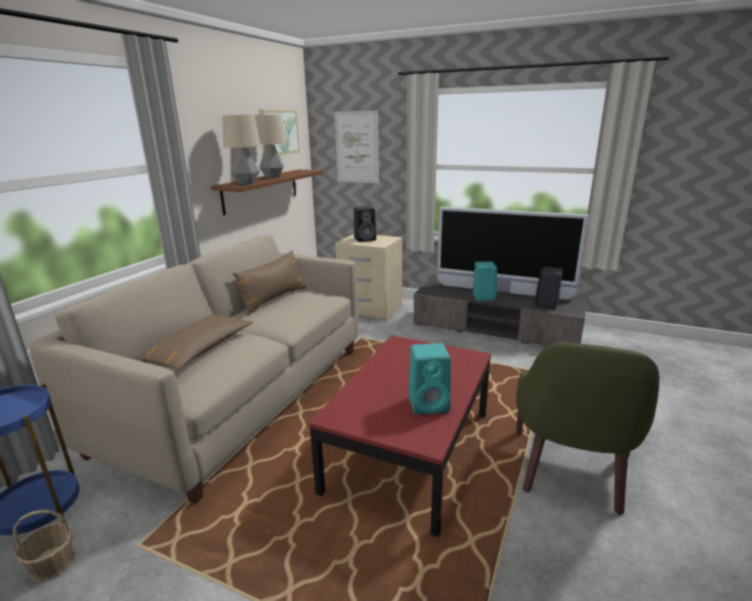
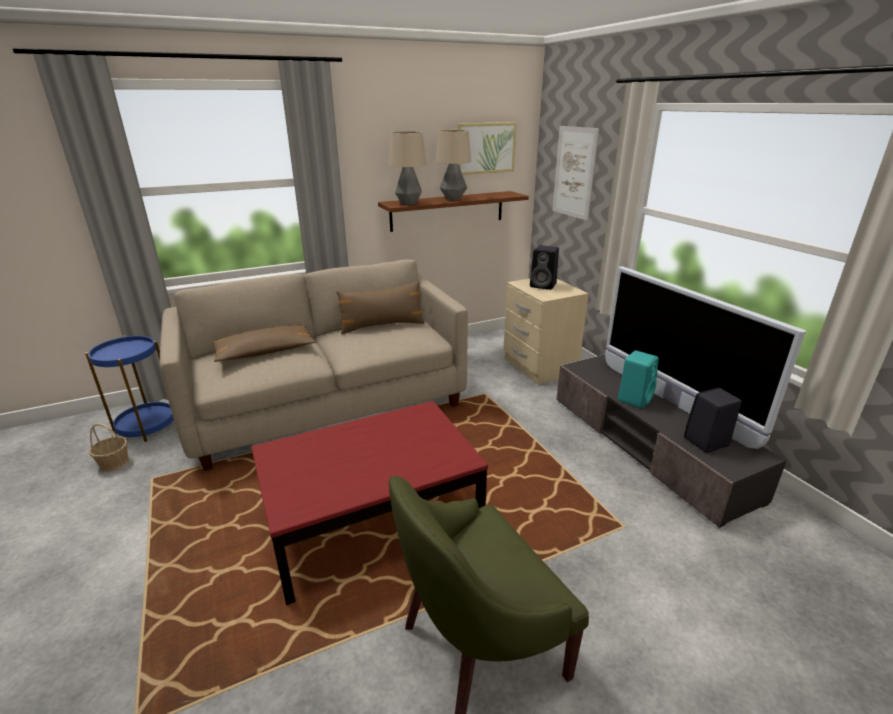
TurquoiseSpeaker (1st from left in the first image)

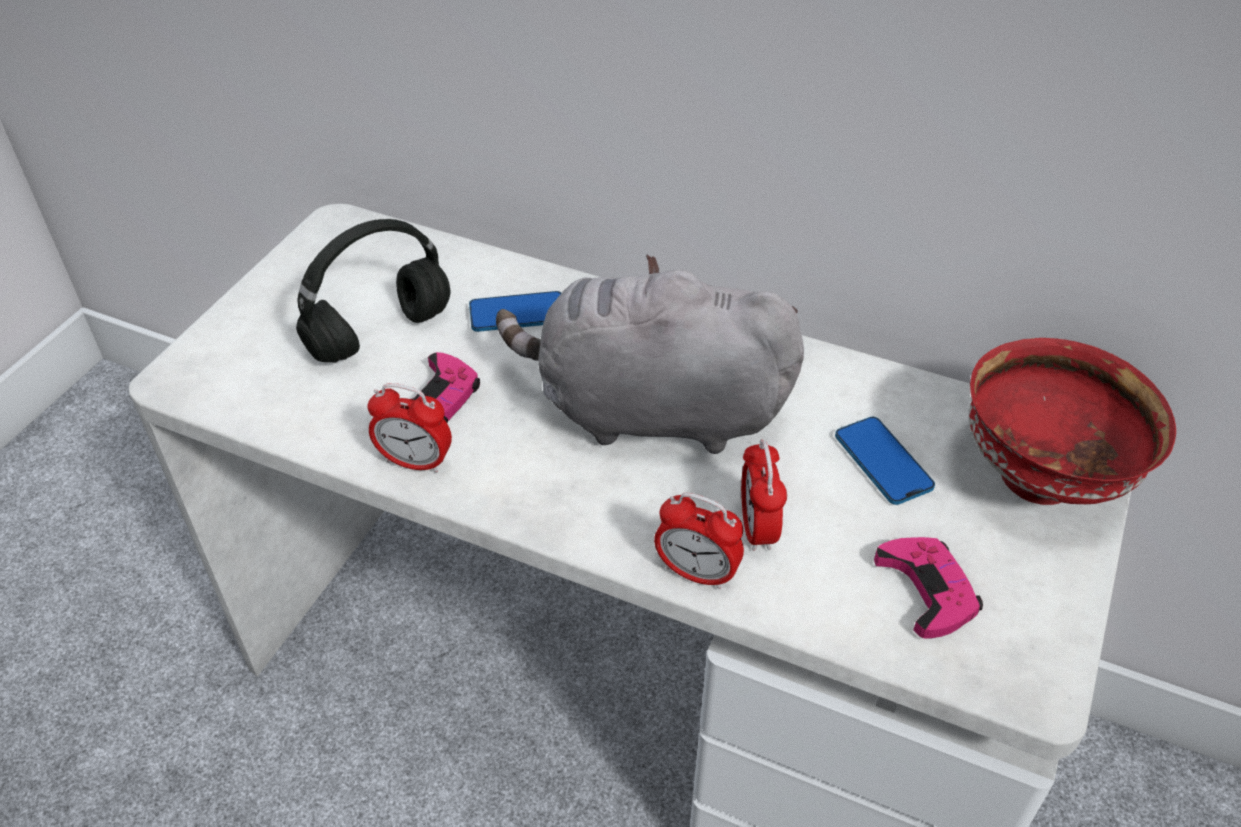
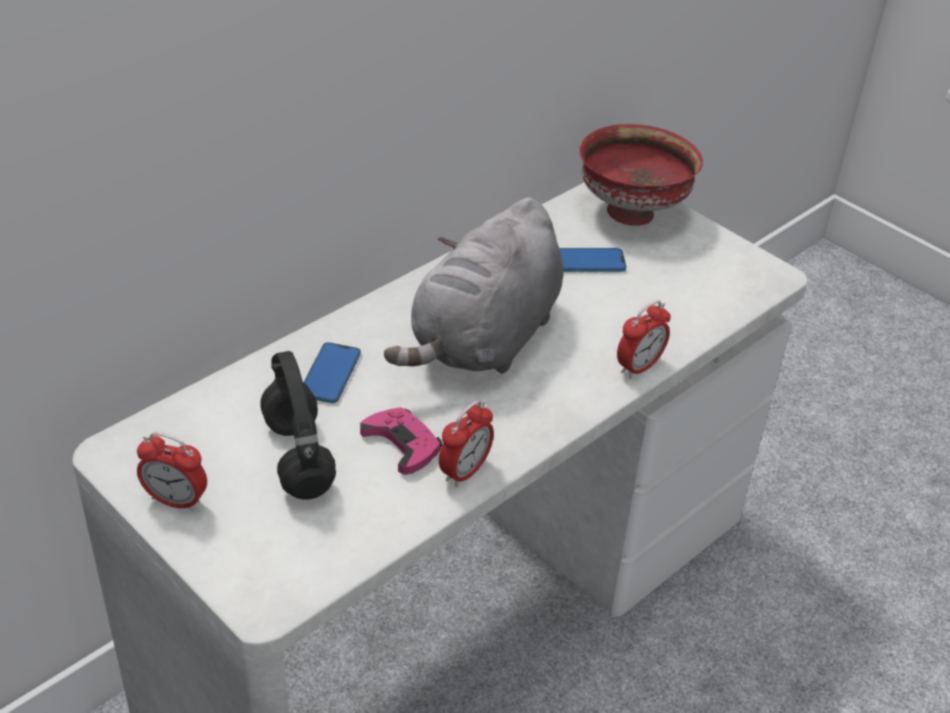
AlarmClock (1st from left)
PinkGameController (2nd from left in the first image)

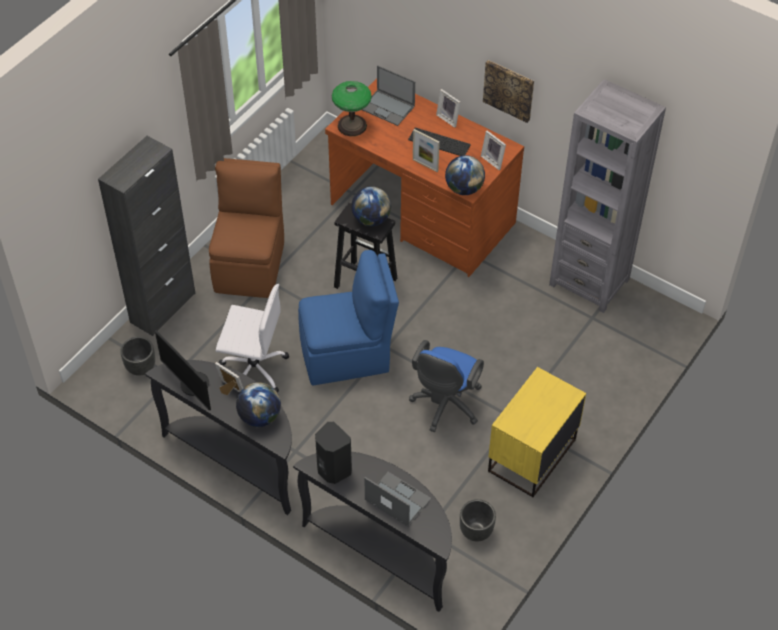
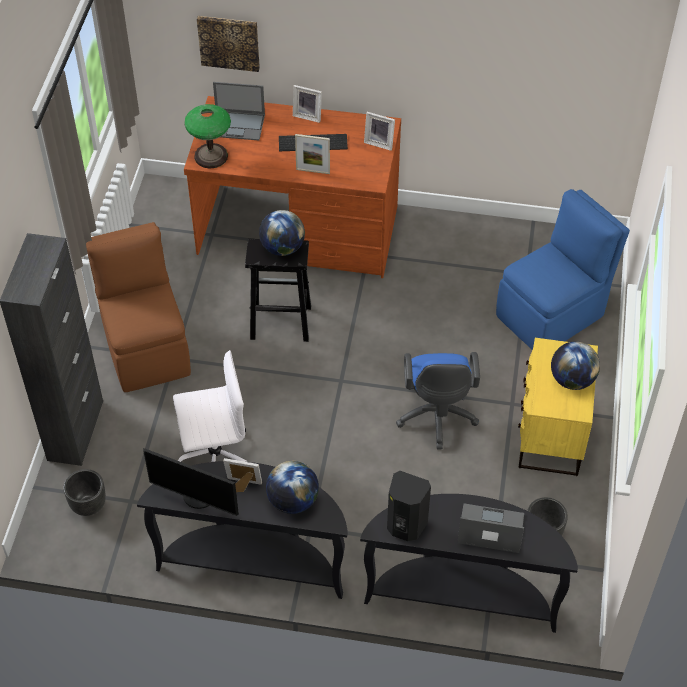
BlueChair
Globe (3rd from left)
Picture
GreyBookcase

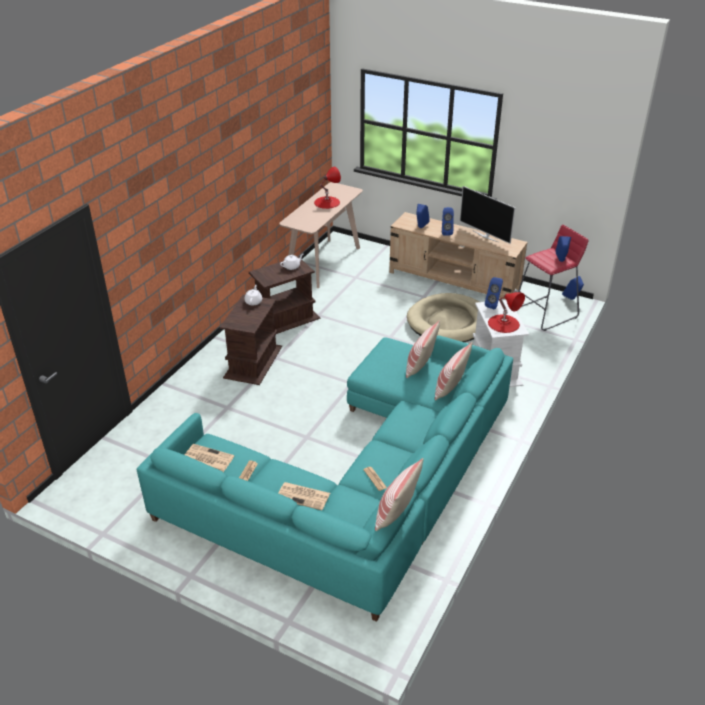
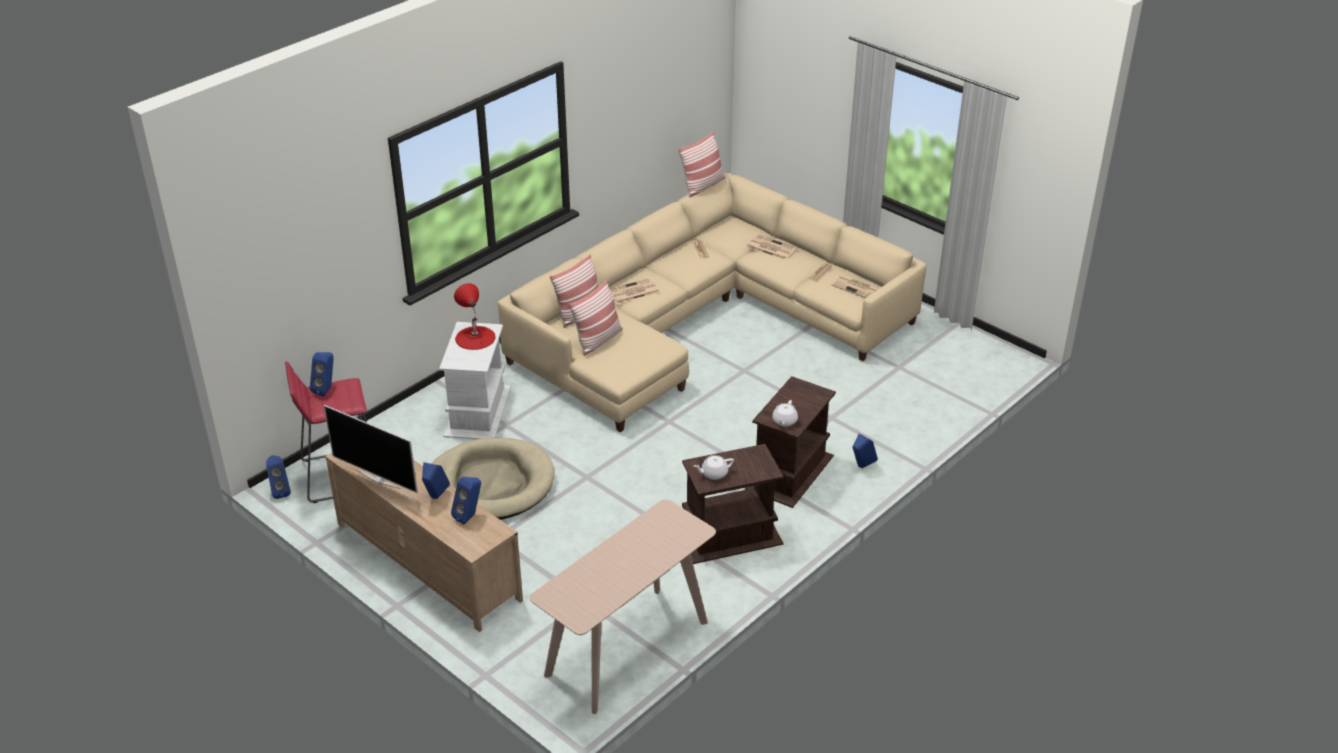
BeigeSofa
RedTableLamp (1st from left in the first image)
Television
BlueSpeaker (5th from left)
Newspaper (1st from left)

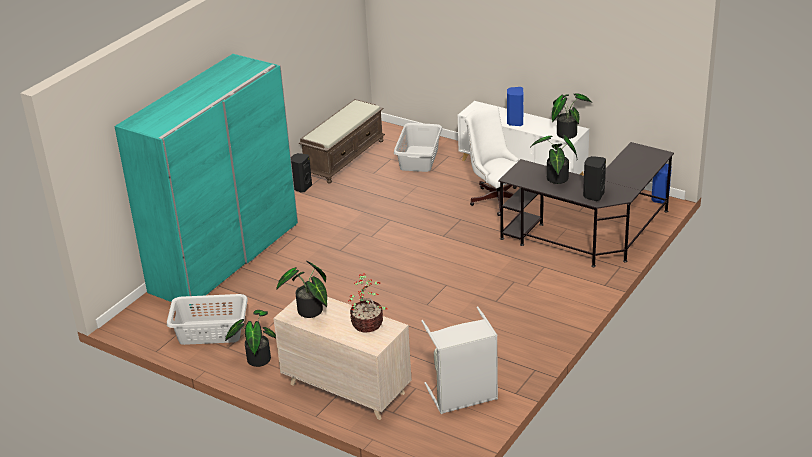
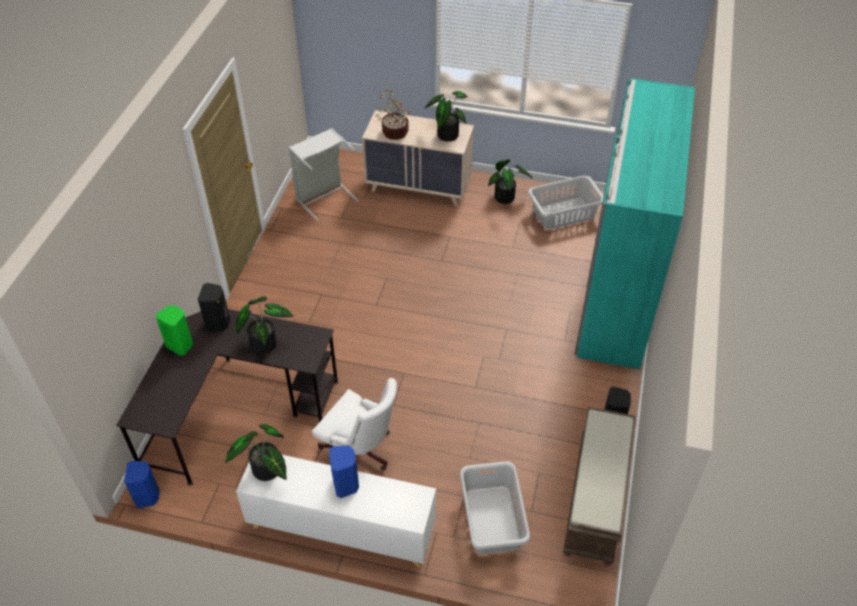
GreenSpeaker

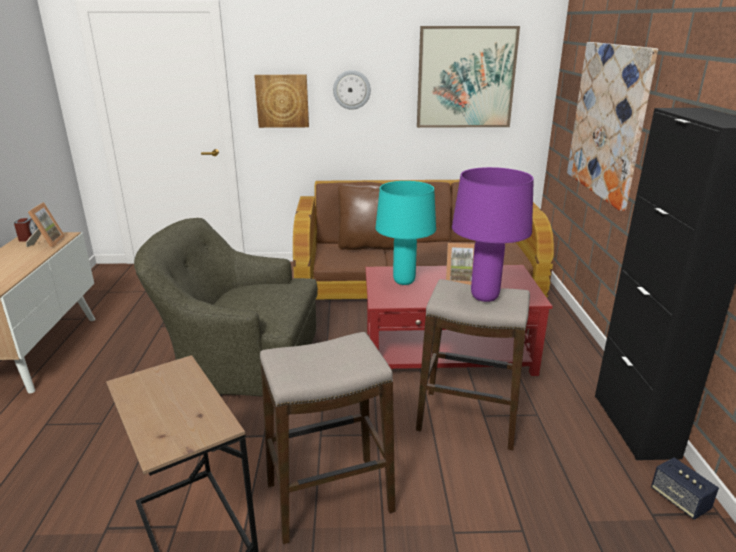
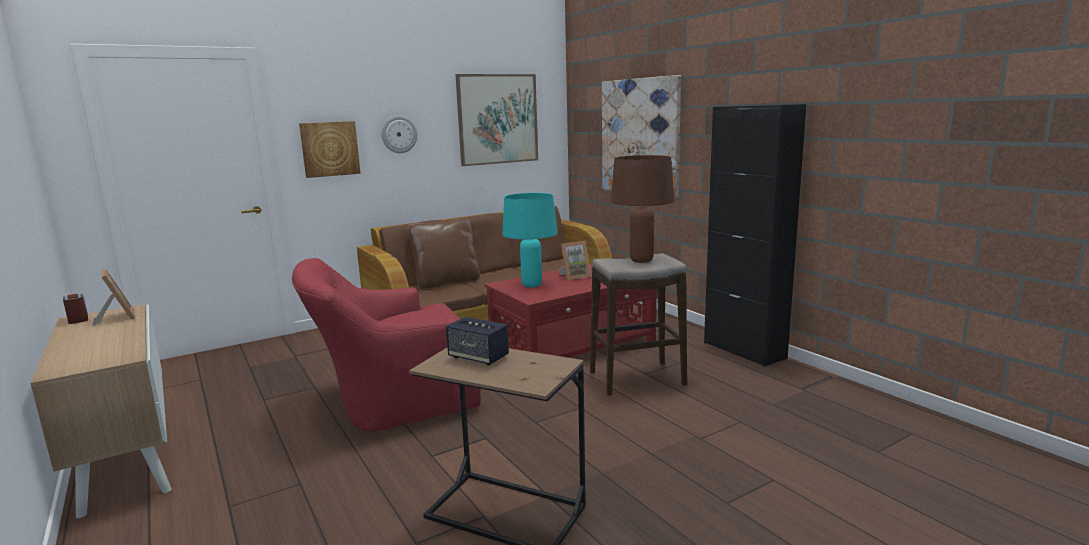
RedArmchair
Stool (1st from left in the first image)
BrownTableLamp
Speaker

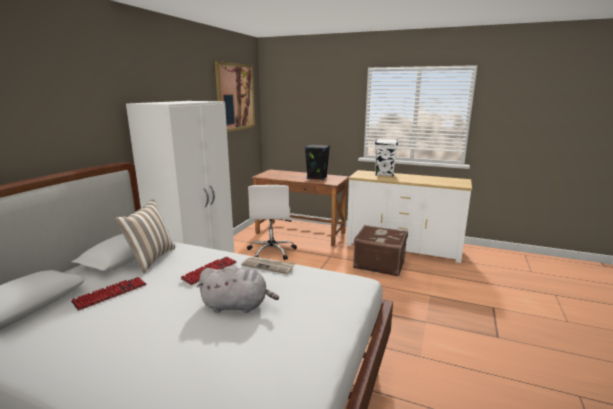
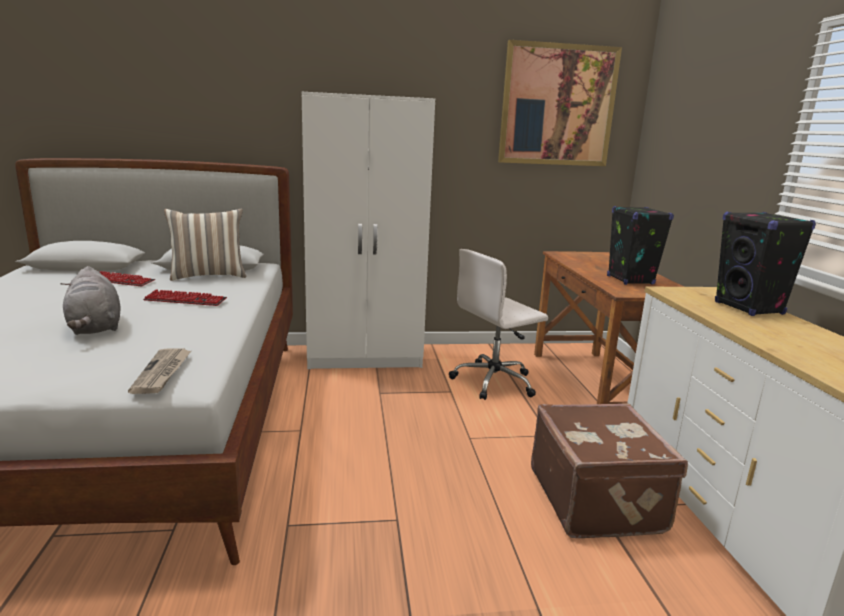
Newspaper
BlackSpeaker (2nd from left)

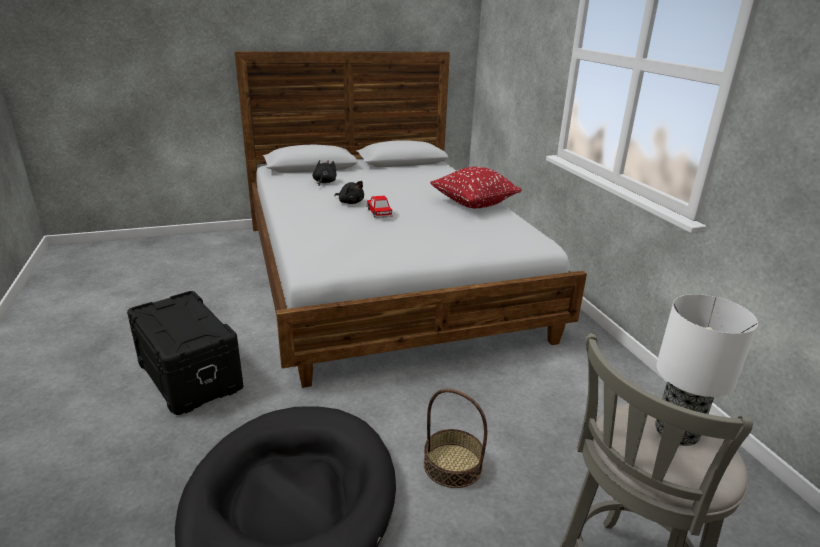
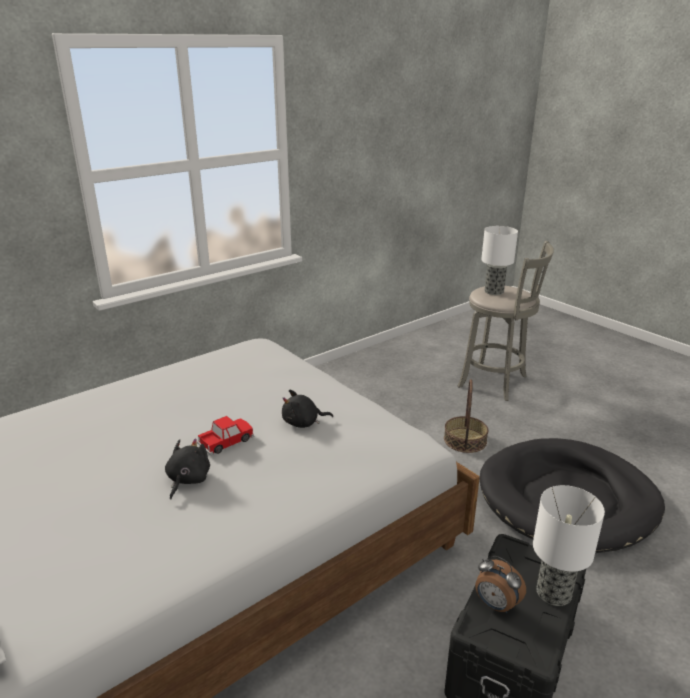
BlackPlushToy (2nd from left)
RedPillow
AlarmClock
TableLamp (2nd from left)

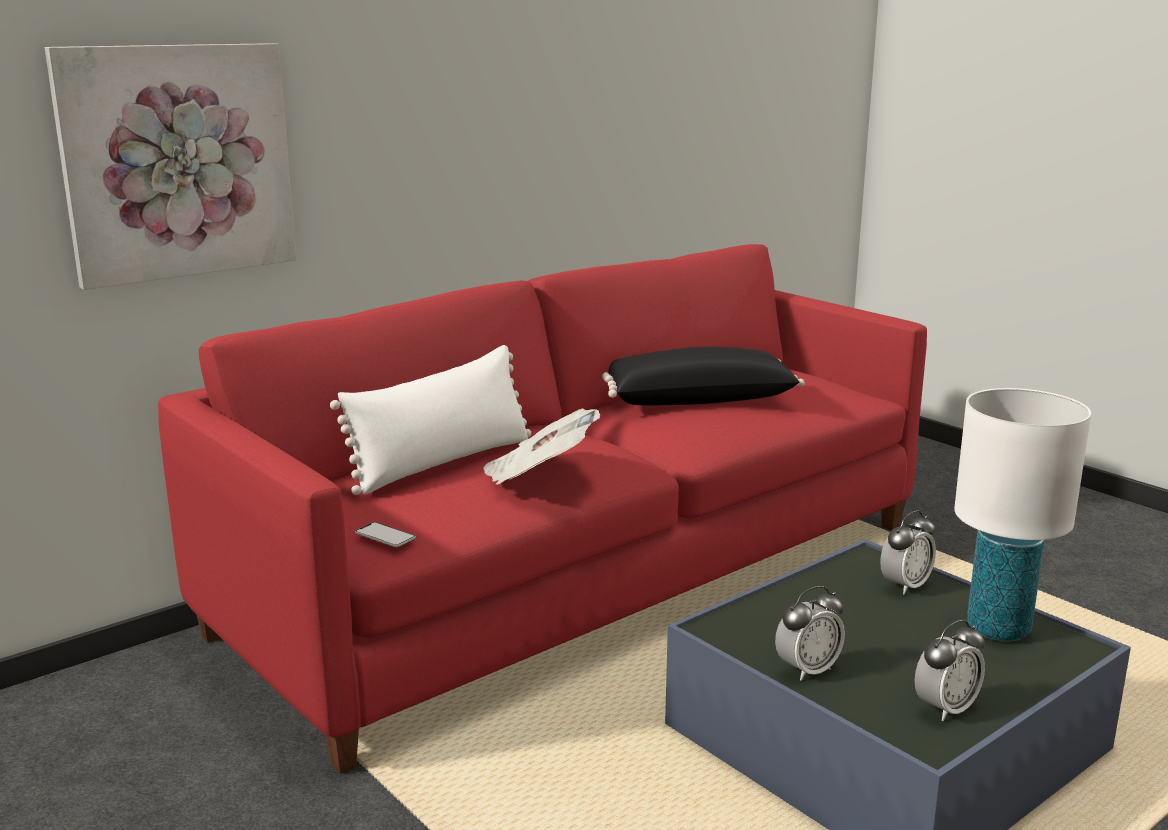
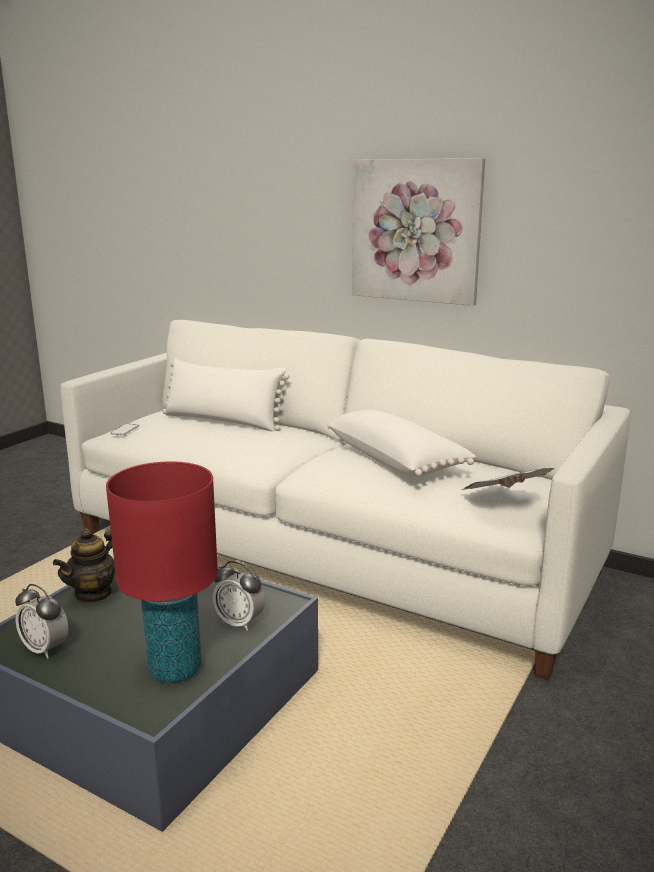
Picture
WhiteSofa
Newspaper
WhitePillow (2nd from left)
Teapot
RedTableLamp

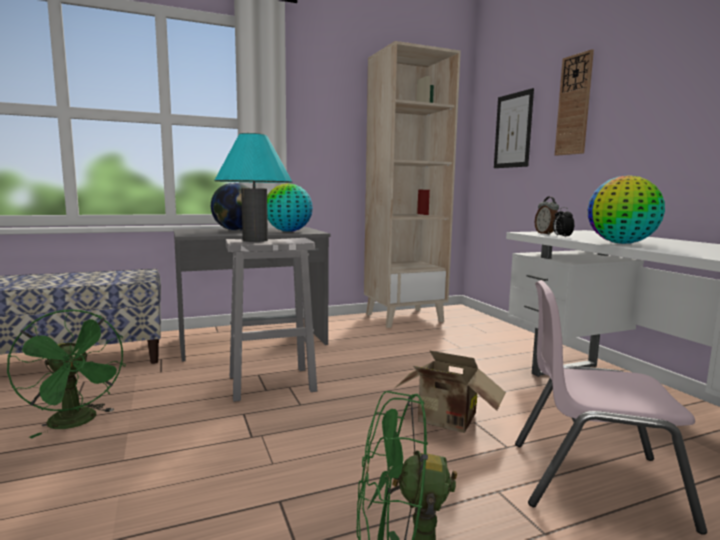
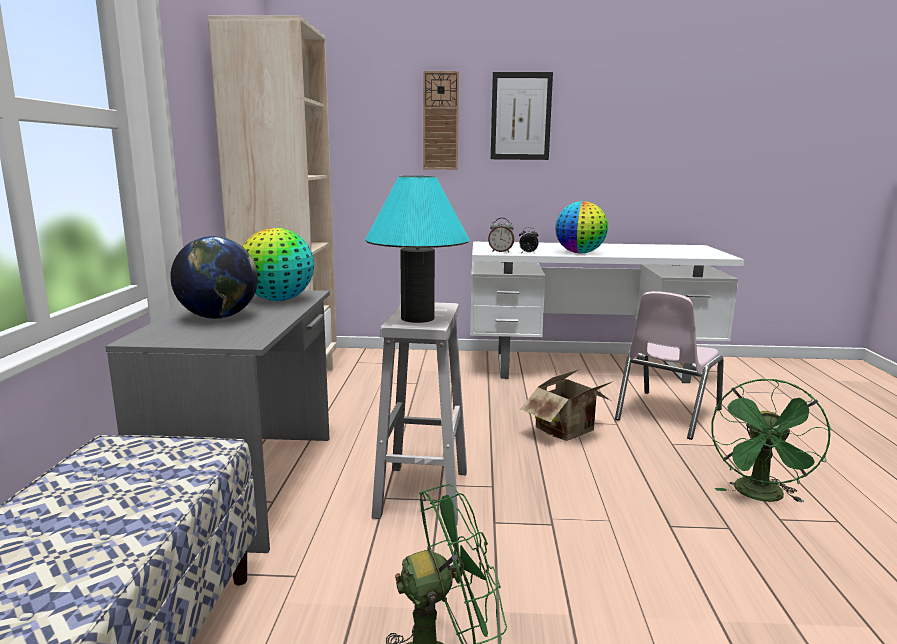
Picture

